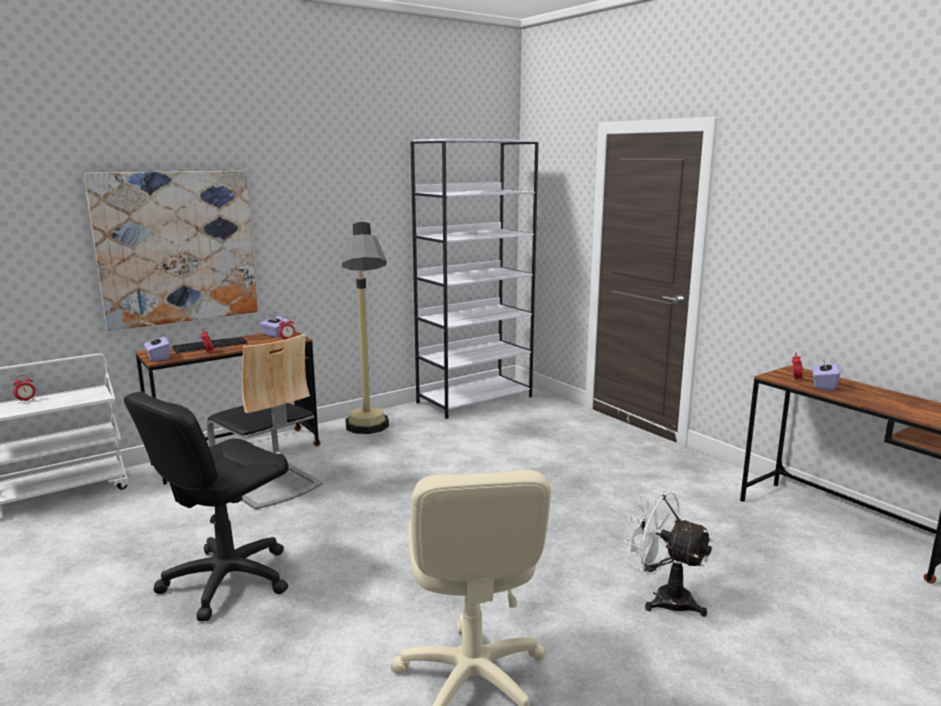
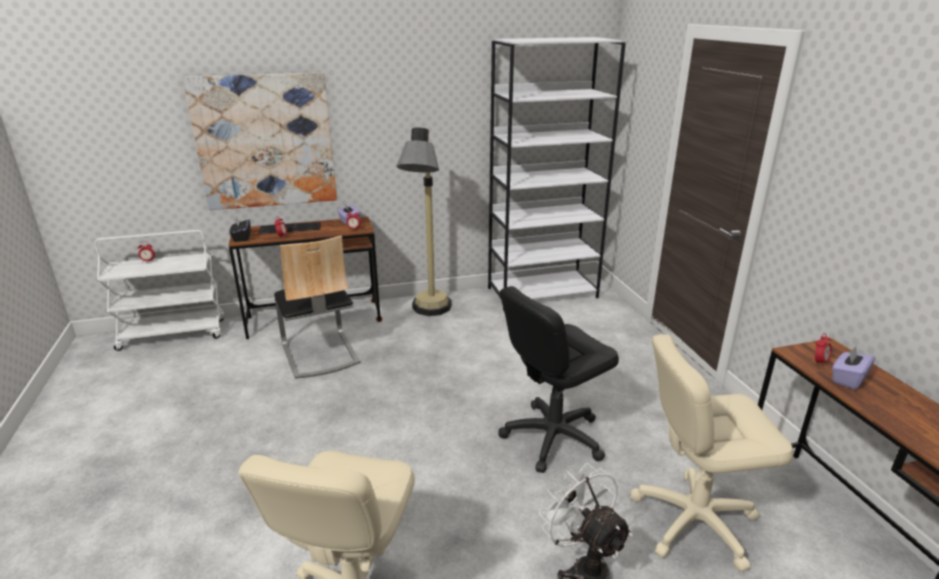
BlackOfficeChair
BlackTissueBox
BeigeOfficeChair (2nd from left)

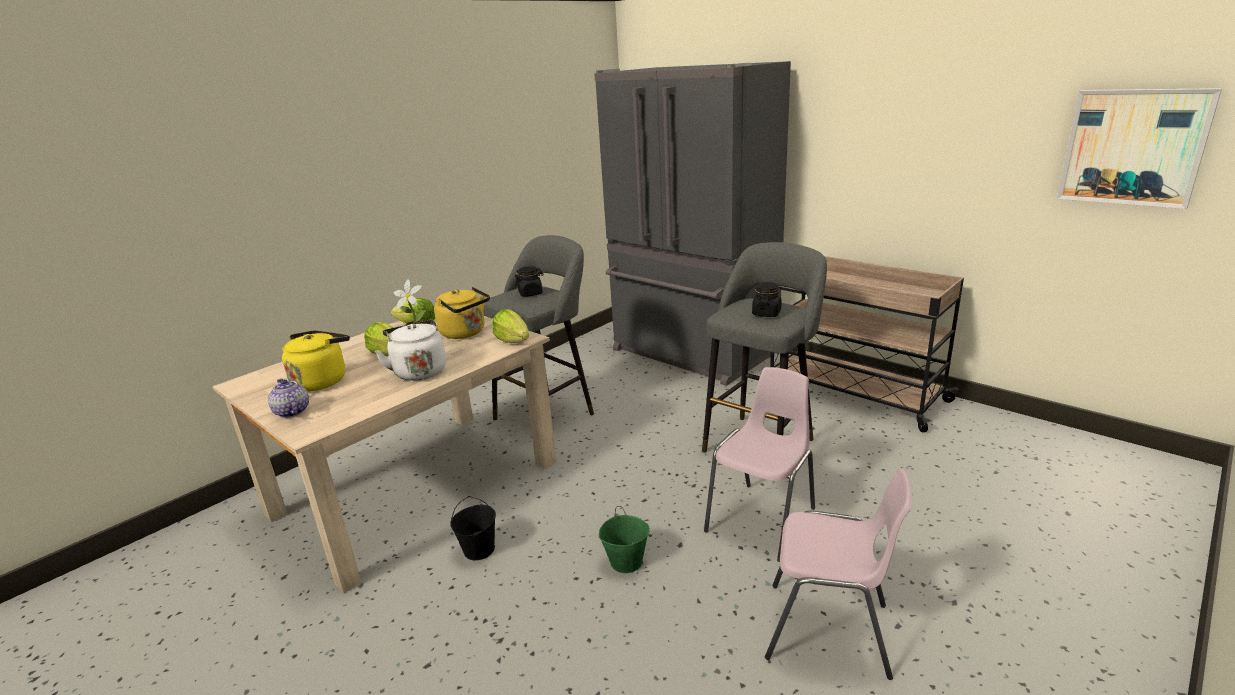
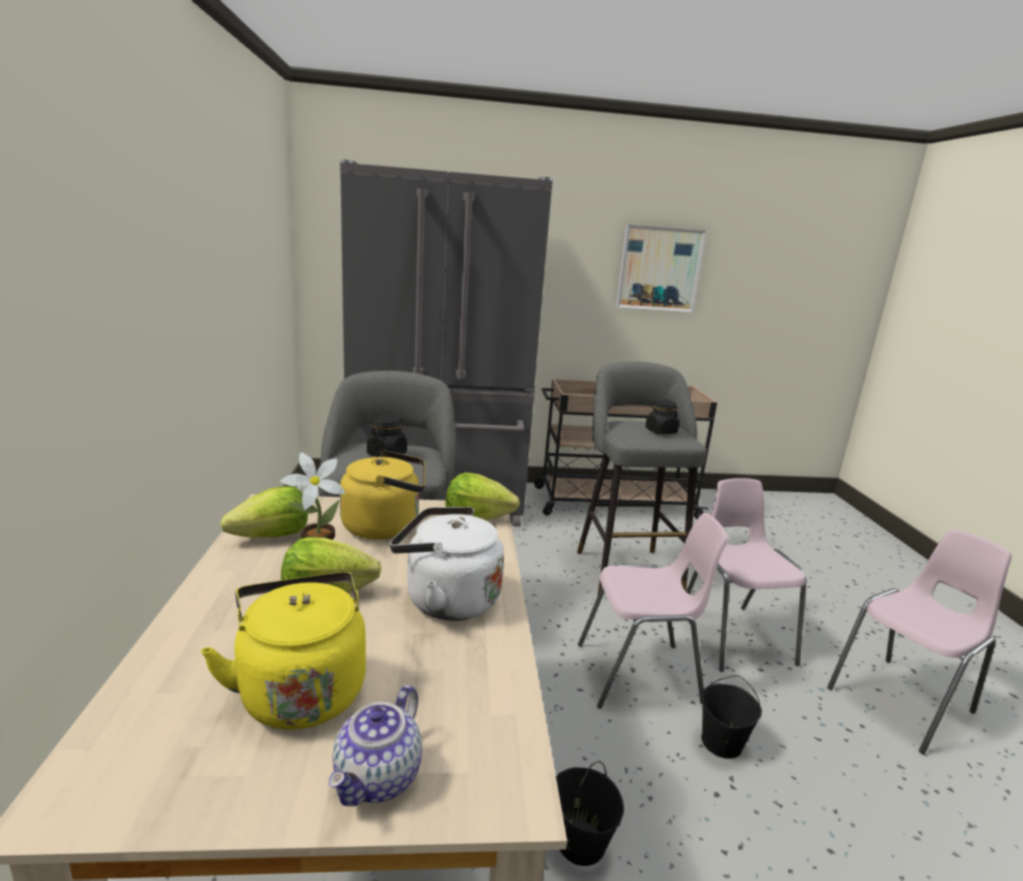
Teapot
BlackBucket (2nd from left)
Picture
PinkChair (1st from left)

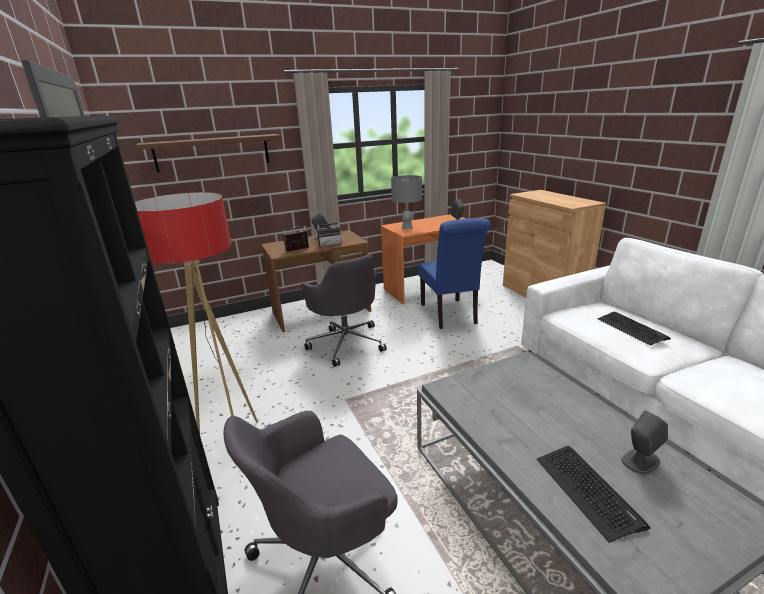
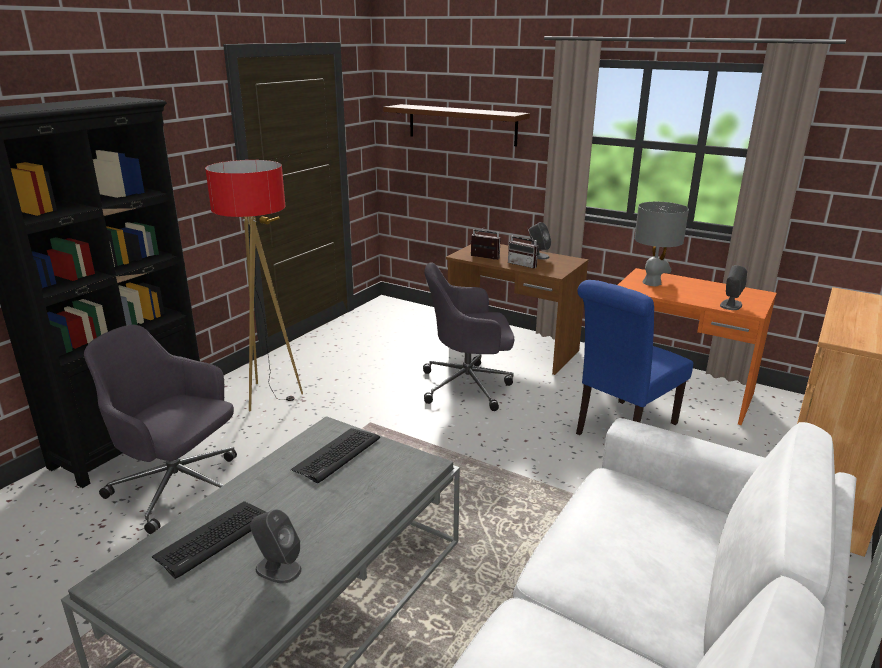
GreyOfficeChair (2nd from left)
Keyboard (2nd from left)

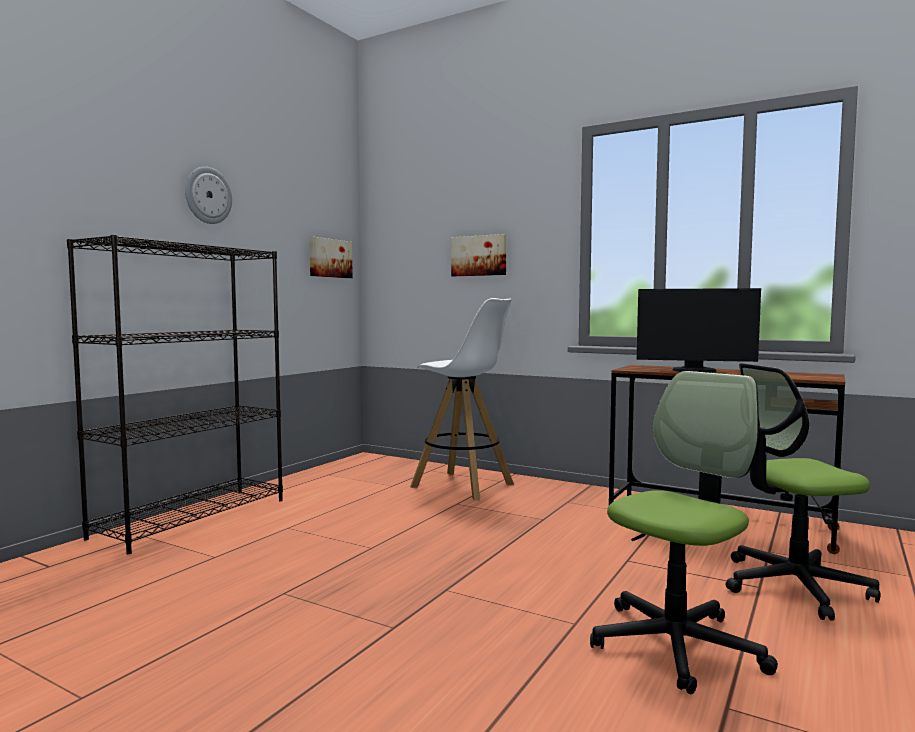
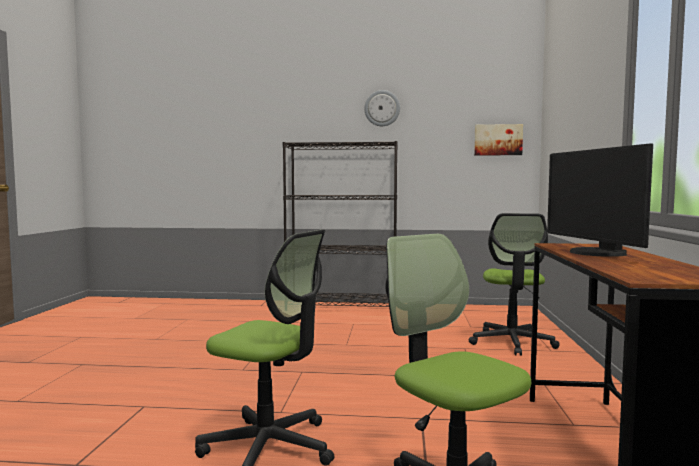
OfficeChair (3rd from left)
Picture (2nd from left in the first image)

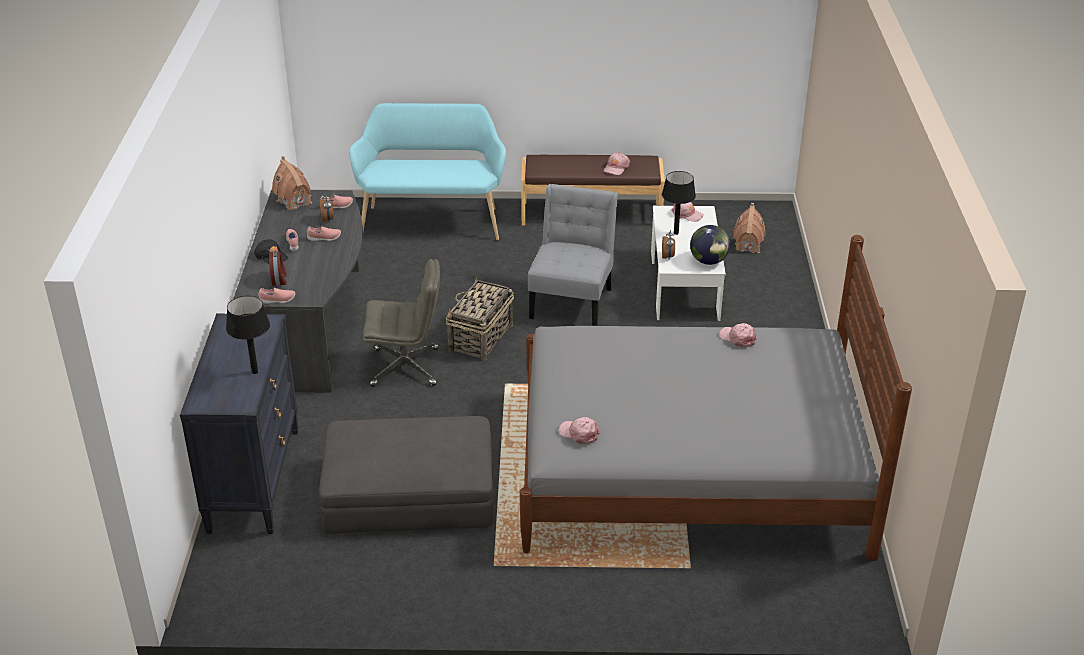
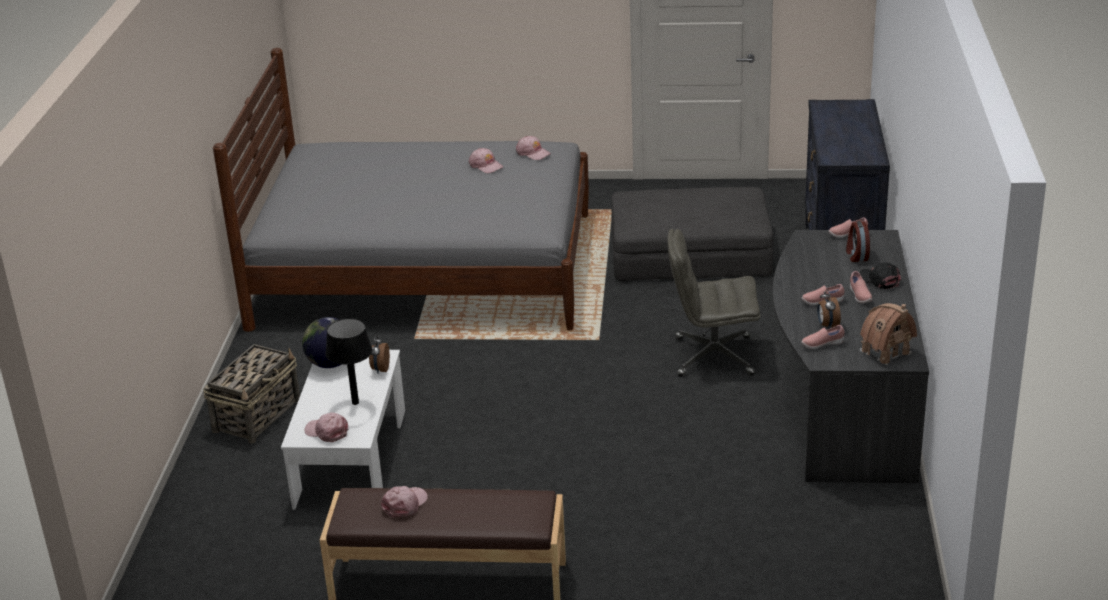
BlackTableLamp (1st from left in the first image)
TurquoiseBench
Basket
GreyChair
PinkCap (3rd from left)
ToyHouse (2nd from left in the first image)

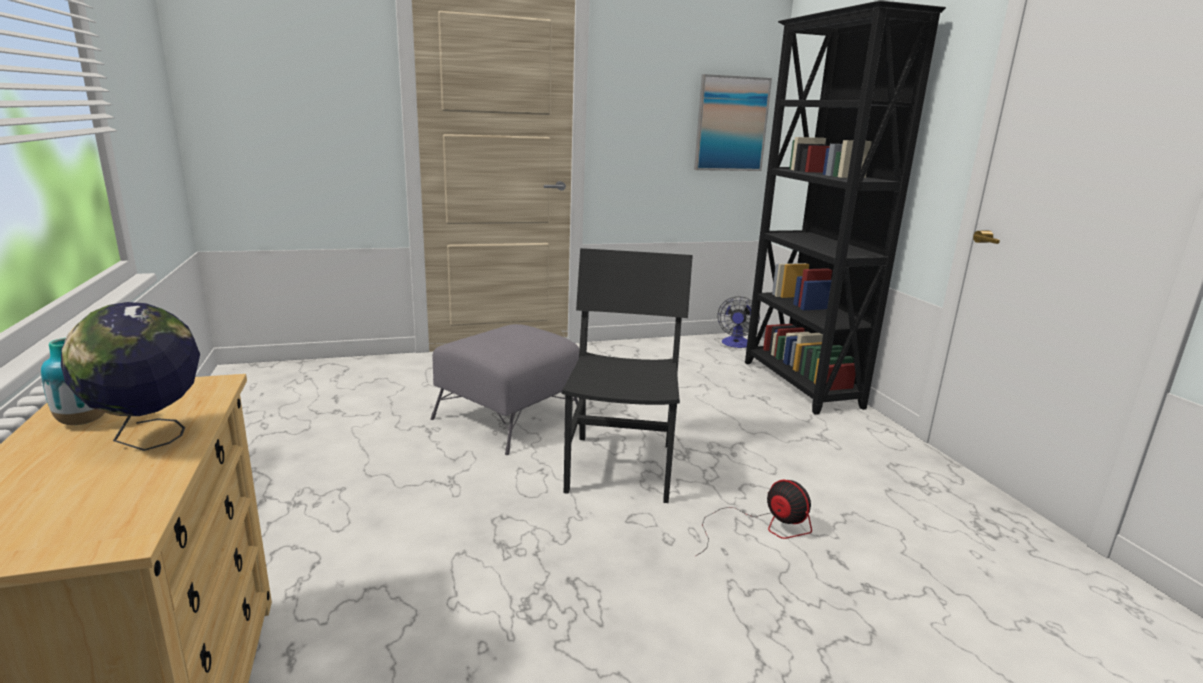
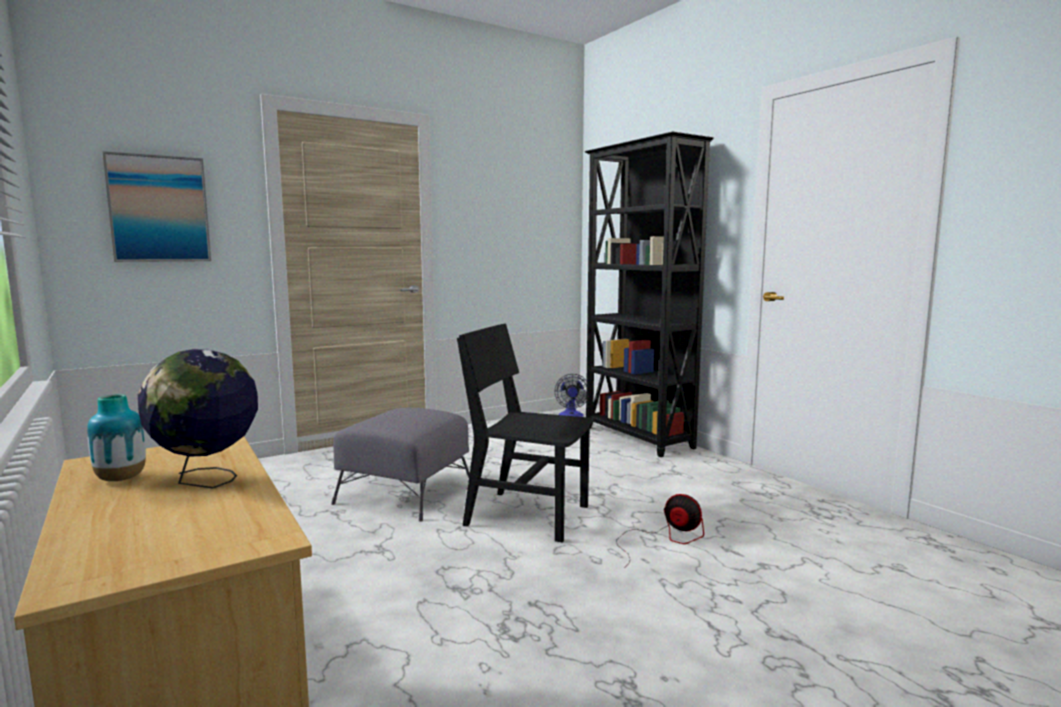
BlackChair
Picture

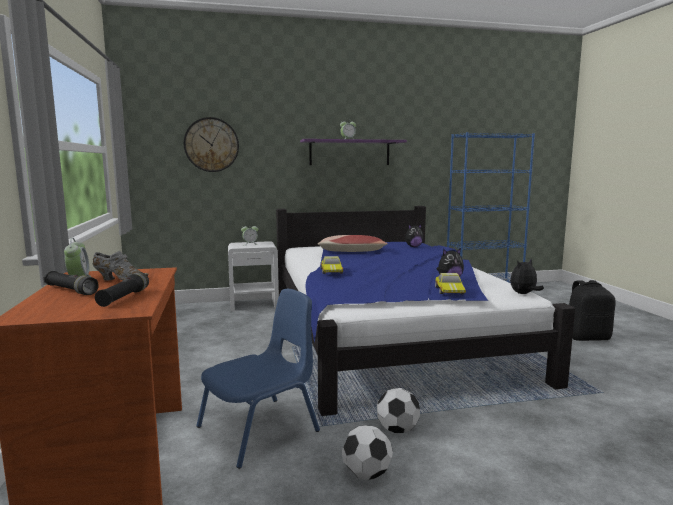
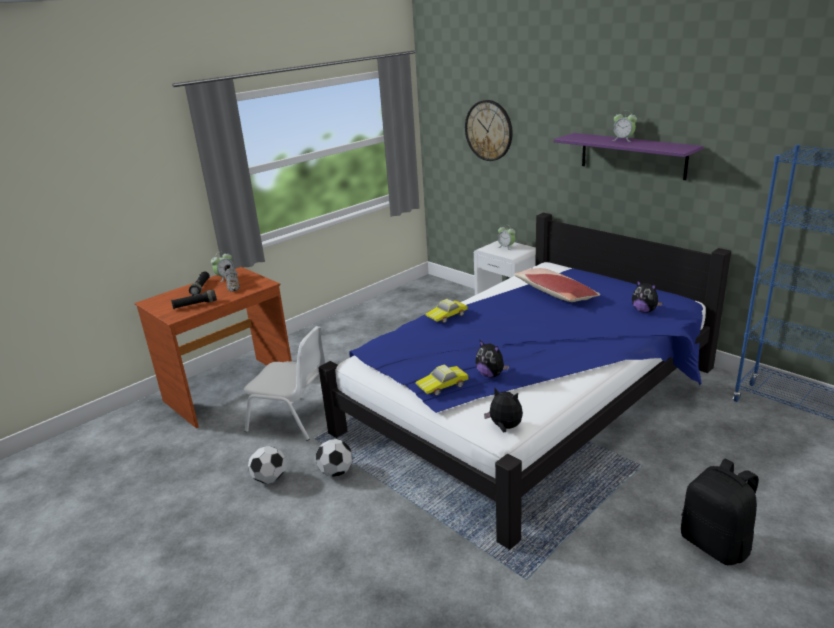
WhiteChair

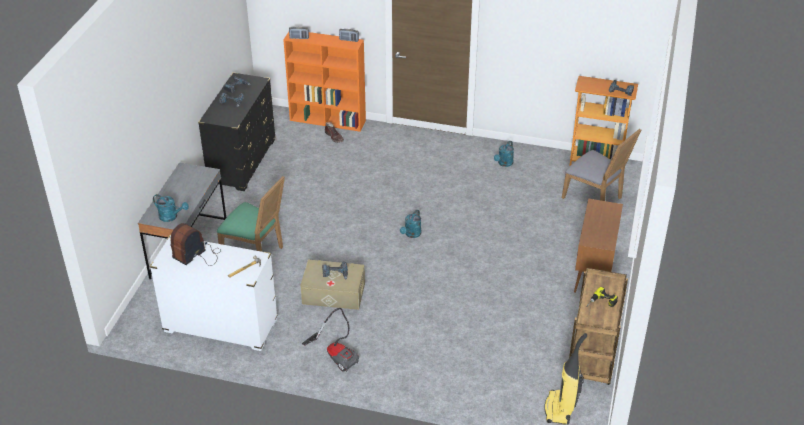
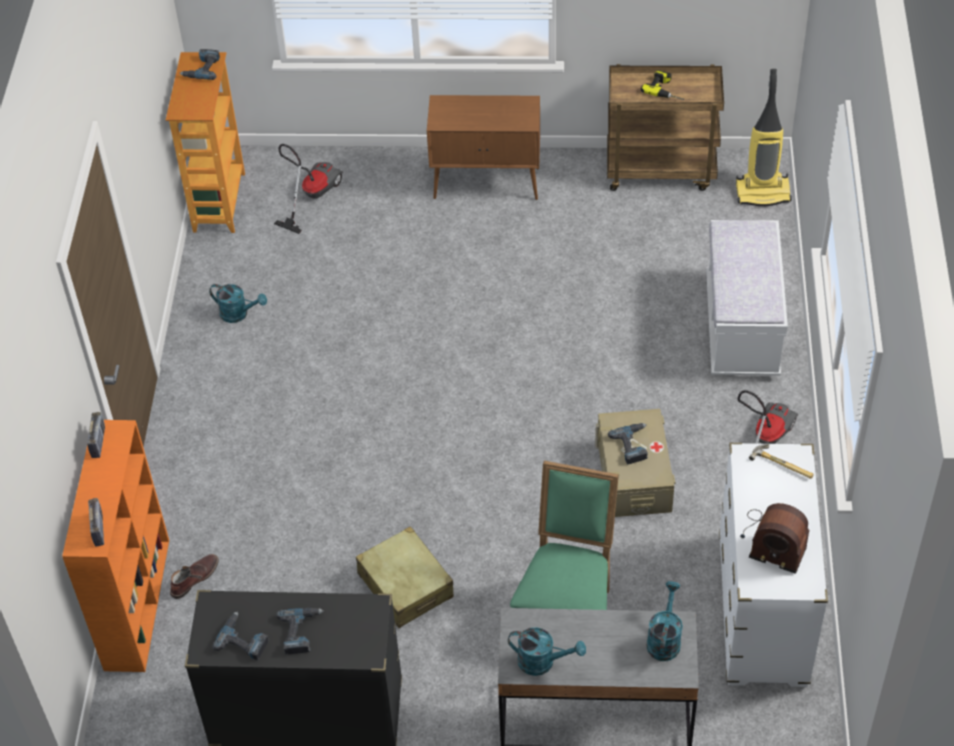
TurquoiseWateringCan (2nd from left)
VacuumCleaner (1st from left)
BeigeSuitcase
WhiteBench

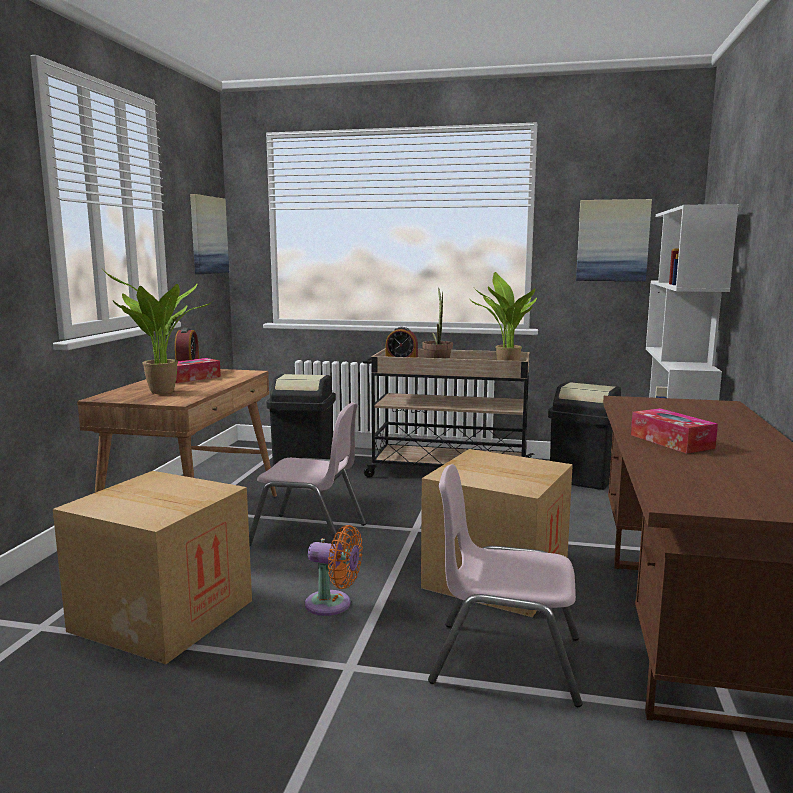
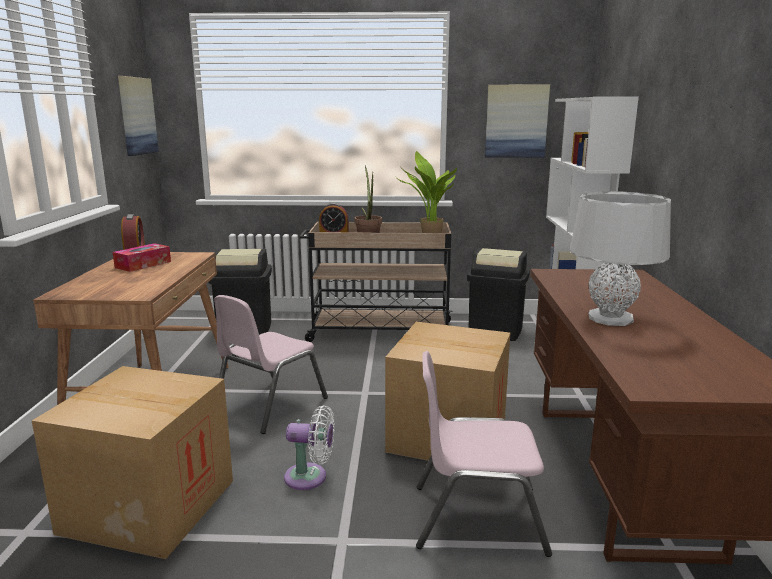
PottedPlant (1st from left in the first image)
PinkChair (1st from left)
WhiteFan
GreyTableLamp

